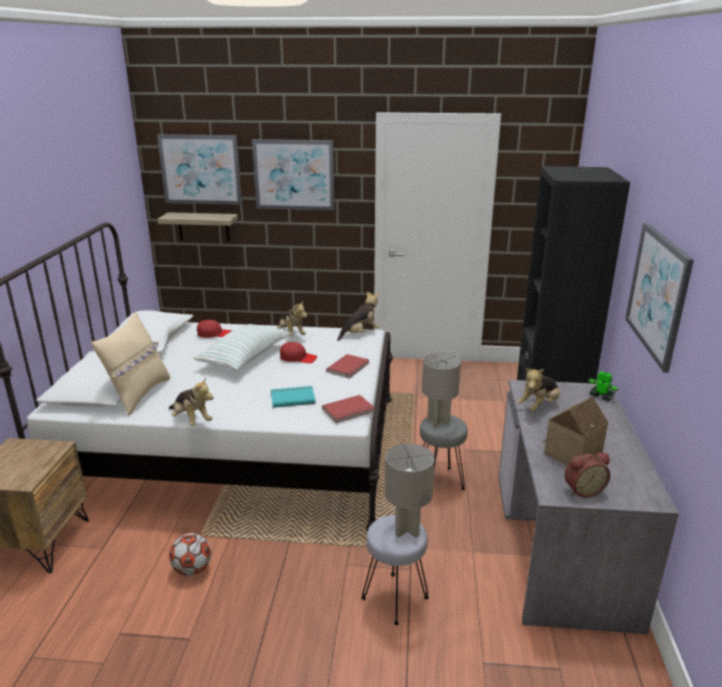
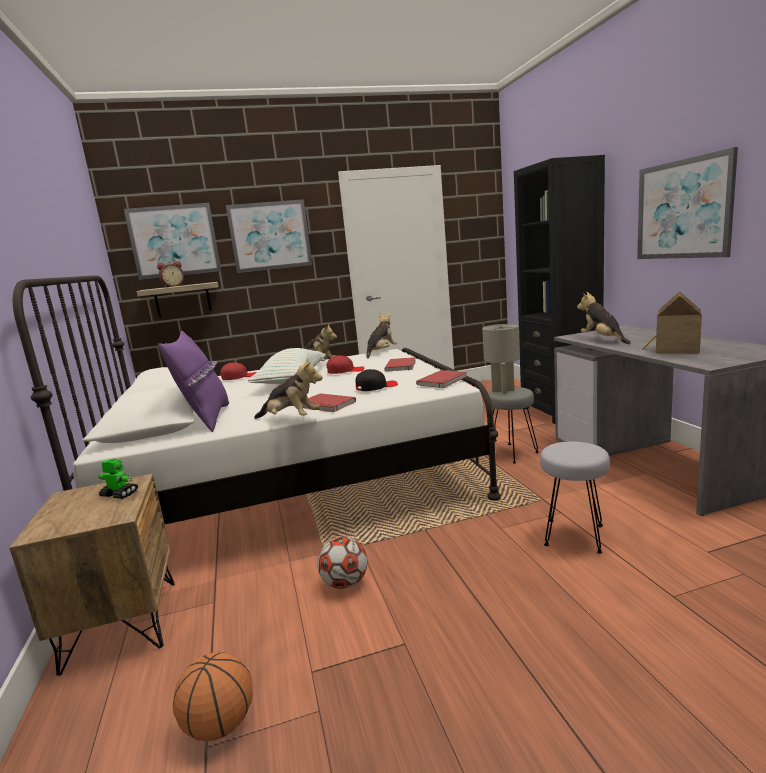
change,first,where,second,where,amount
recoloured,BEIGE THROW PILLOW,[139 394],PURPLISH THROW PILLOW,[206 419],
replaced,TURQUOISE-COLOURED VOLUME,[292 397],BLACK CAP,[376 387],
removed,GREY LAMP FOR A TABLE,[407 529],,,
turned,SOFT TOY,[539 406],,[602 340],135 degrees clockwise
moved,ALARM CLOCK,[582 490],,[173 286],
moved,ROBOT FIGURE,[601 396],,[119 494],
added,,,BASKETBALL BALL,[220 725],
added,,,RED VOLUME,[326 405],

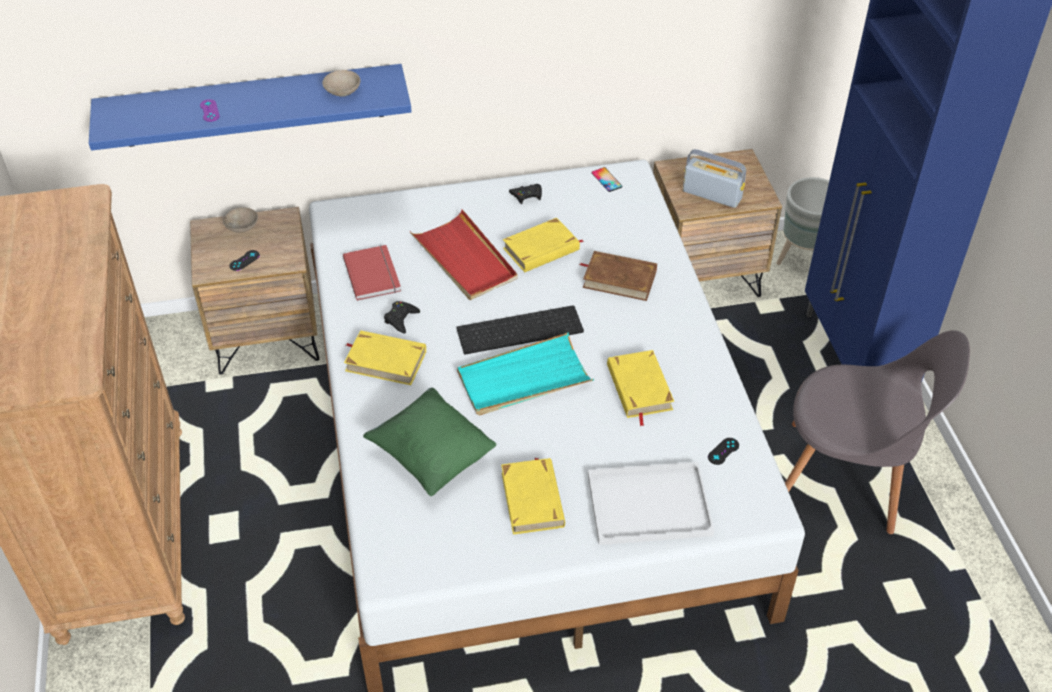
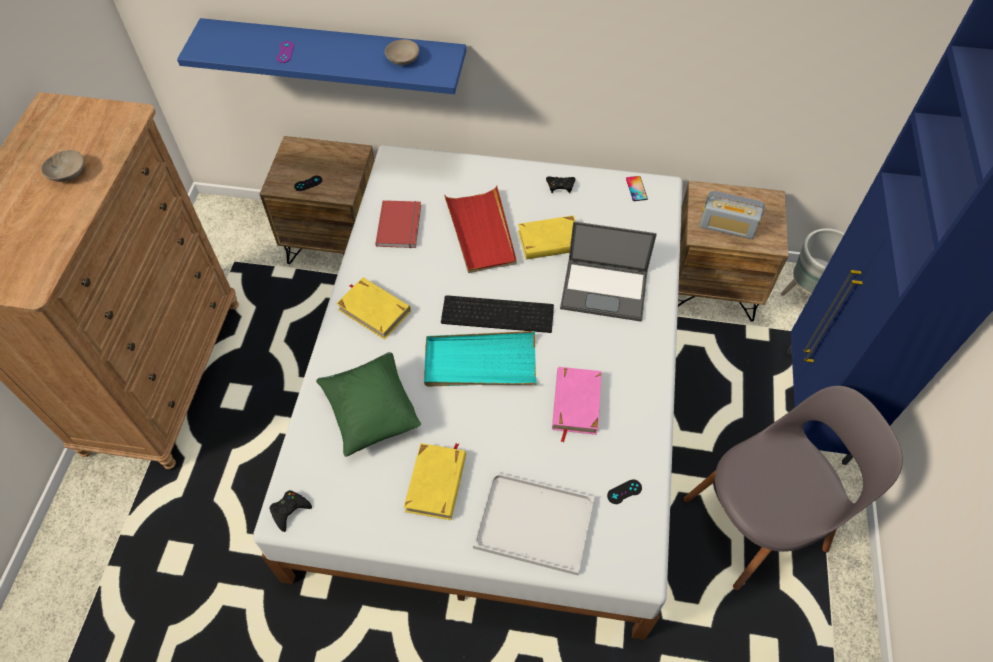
change,first,where,second,where,amount
moved,BEIGE SERVING BOWL,[242 227],,[68 174],
moved,BLACK GAME CONTROLLER,[401 319],,[289 510],
replaced,BROWN VOLUME,[619 279],PORTABLE COMPUTER,[605 289],
recoloured,YELLOW VOLUME,[639 388],PINKISH VOLUME,[575 403],
turned,RADIO RECEIVER,[712 195],,[727 227],150 degrees clockwise
turned,GREY CHAIR,[848 478],,[760 521],60 degrees counterclockwise

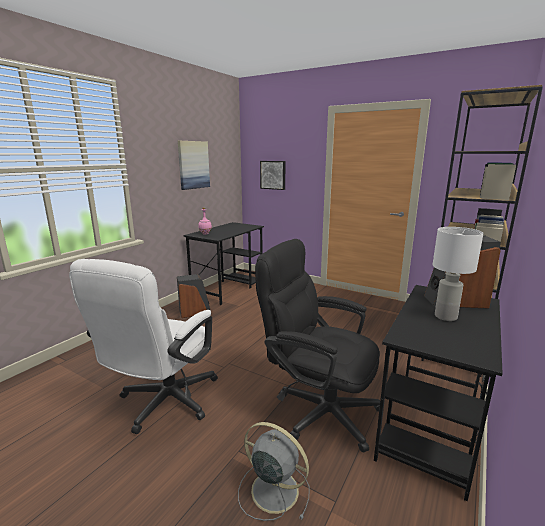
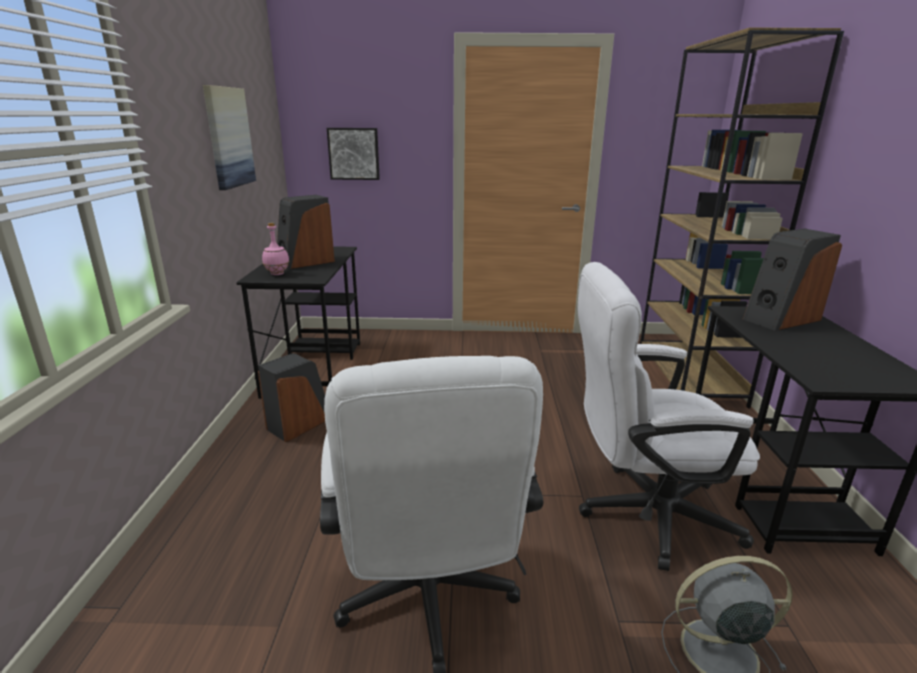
change,first,where,second,where,amount
recoloured,BLACK OFFICE CHAIR,[318 408],WHITISH OFFICE CHAIR,[643 513],
removed,WHITISH LAMP FOR A TABLE,[446 316],,,
added,,,AUDIO SPEAKER,[305 262],

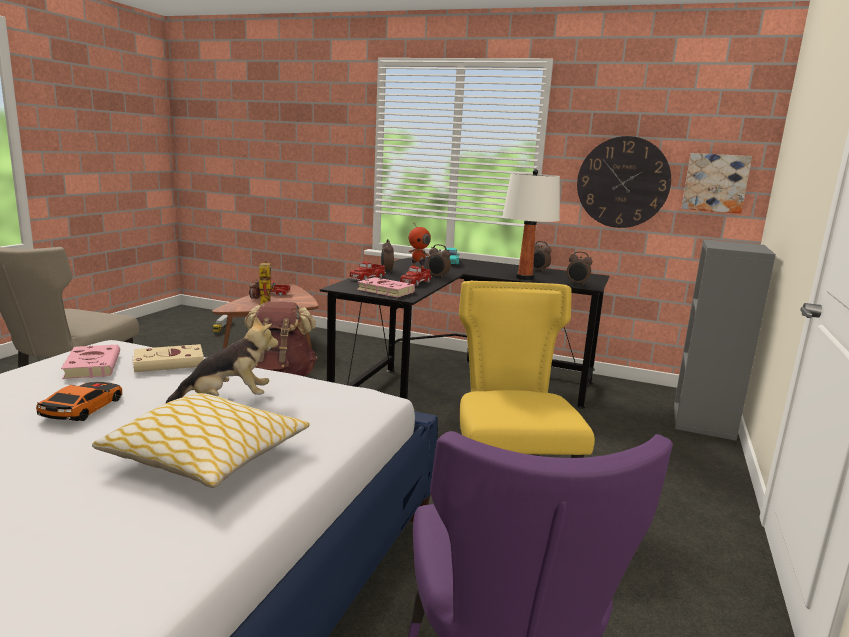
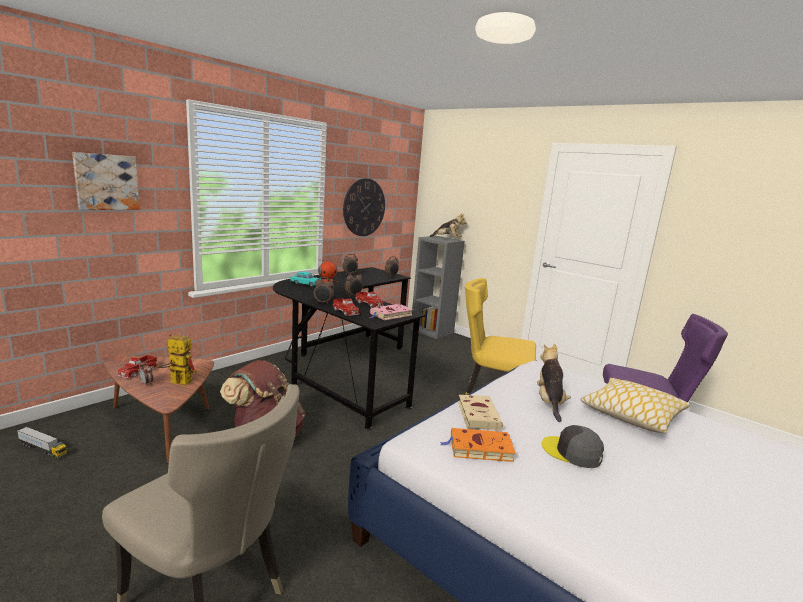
change,first,where,second,where,amount
replaced,MODEL CAR,[82 407],GREY CAP,[572 452],
recoloured,PINKISH VOLUME,[92 365],ORANGEY VOLUME,[478 448],
removed,WHITISH LAMP FOR A TABLE,[525 278],,,
moved,WALL PICTURE,[715 183],,[106 182],
added,,,SOFT TOY,[447 239],

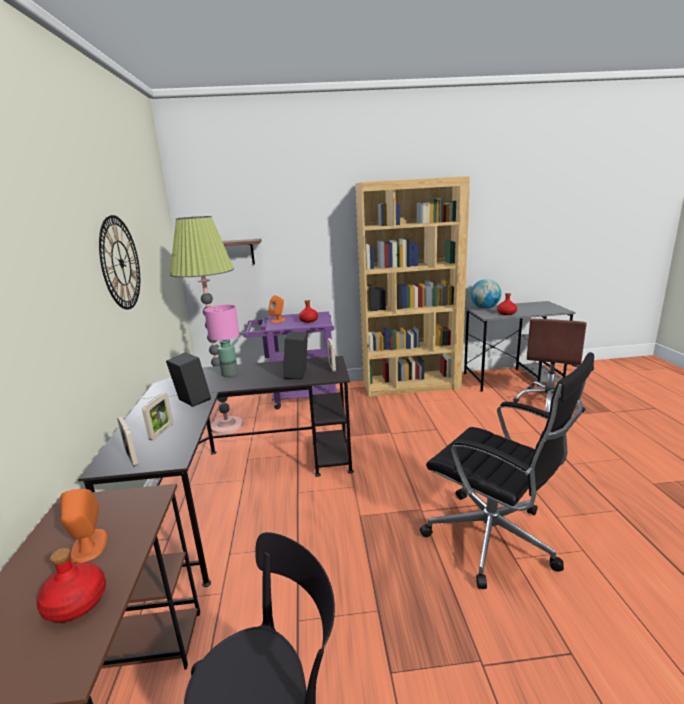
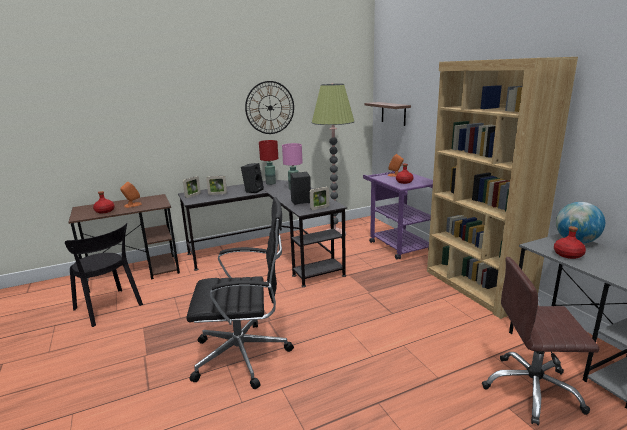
change,first,where,second,where,amount
turned,BLACK OFFICE CHAIR,[495 540],,[244 355],120 degrees counterclockwise
added,,,RED LAMP FOR A TABLE,[270 183],

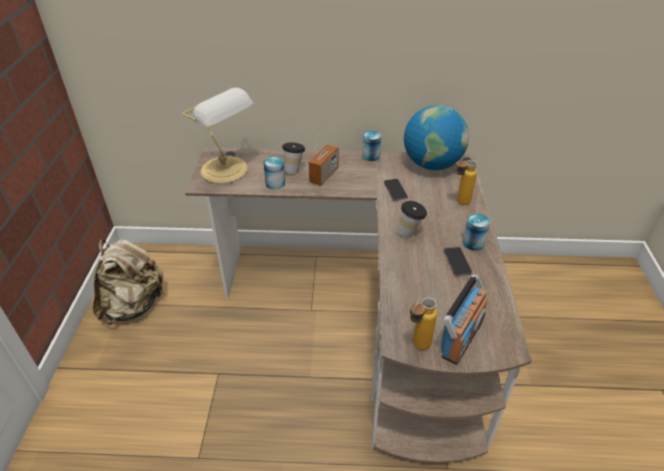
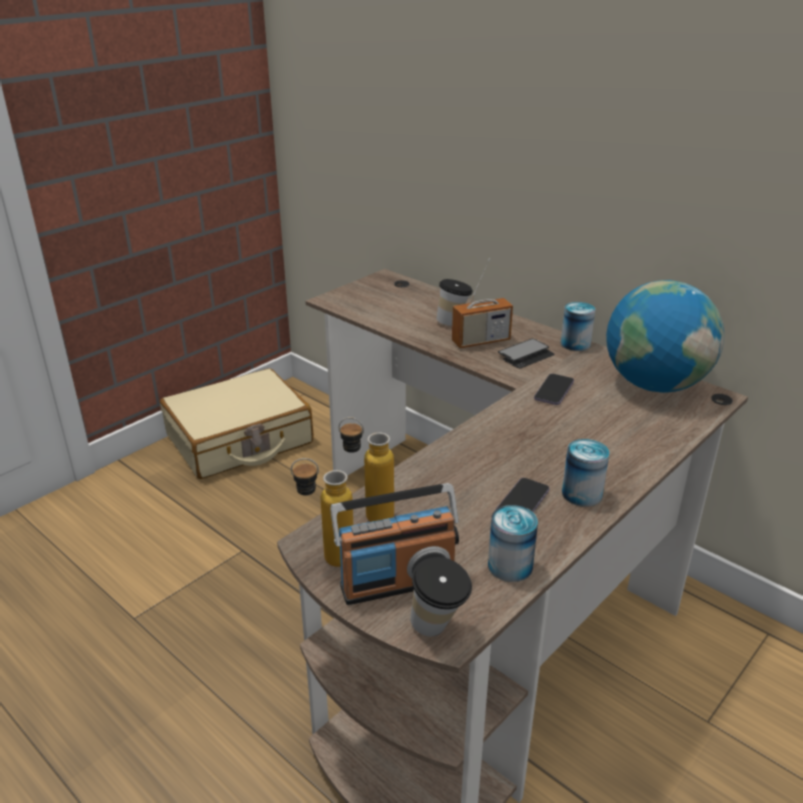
change,first,where,second,where,amount
replaced,BEIGE KNAPSACK,[134 305],BEIGE PIECE OF LUGGAGE,[239 440],
removed,LAMP FOR A TABLE,[226 170],,,
moved,SEALED CAN,[275 183],,[510 566],
moved,SMALL CUP,[410 232],,[438 629],
moved,BEVERAGE BOTTLE,[459 203],,[368 515],
added,,,HANDSET,[526 355],

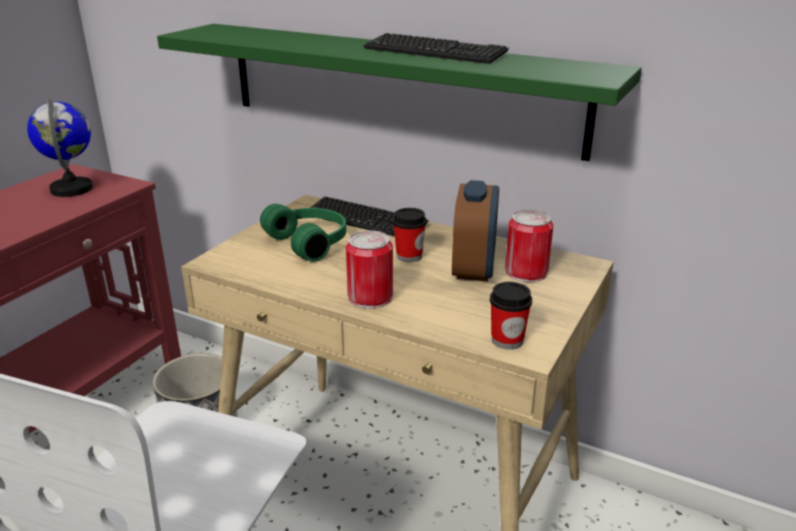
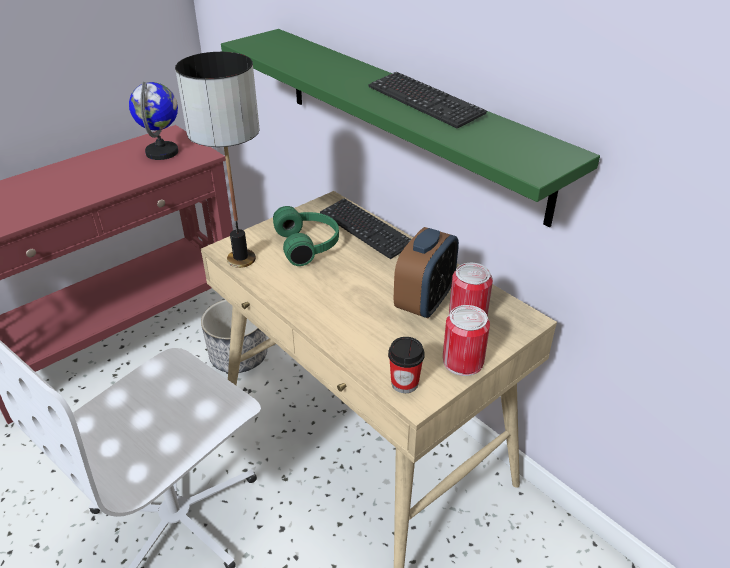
change,first,where,second,where,amount
moved,SEALED CAN,[370 297],,[463 361],
removed,SMALL CUP,[409 256],,,
added,,,LAMP FOR A TABLE,[242 259],

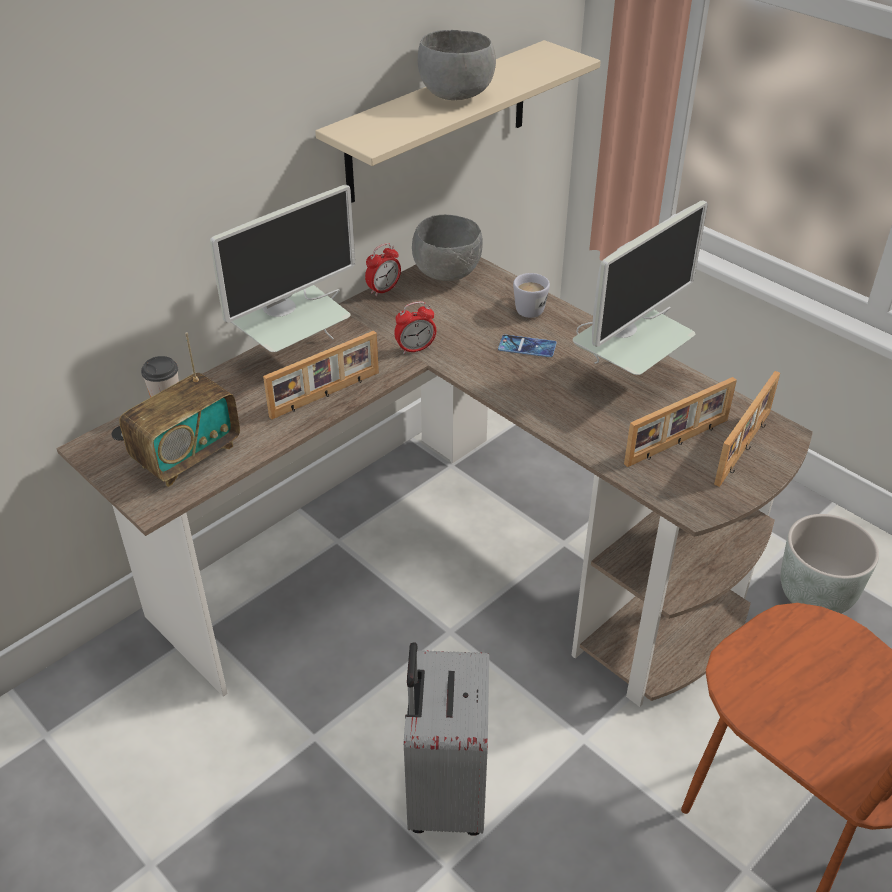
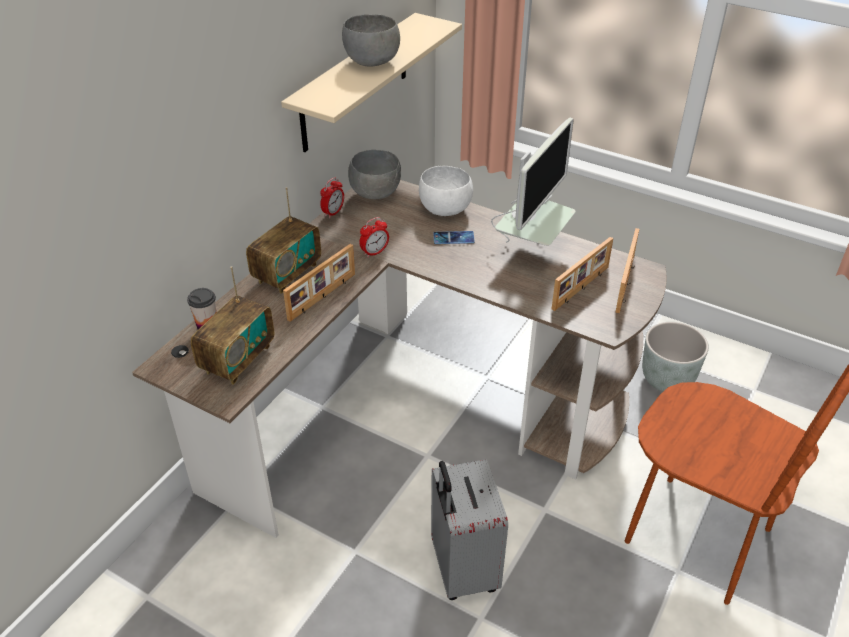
change,first,where,second,where,amount
replaced,COMPUTER DISPLAY,[294 357],RADIO RECEIVER,[287 273],
replaced,WHITISH TEA MUG,[529 307],WHITISH SERVING BOWL,[444 209],

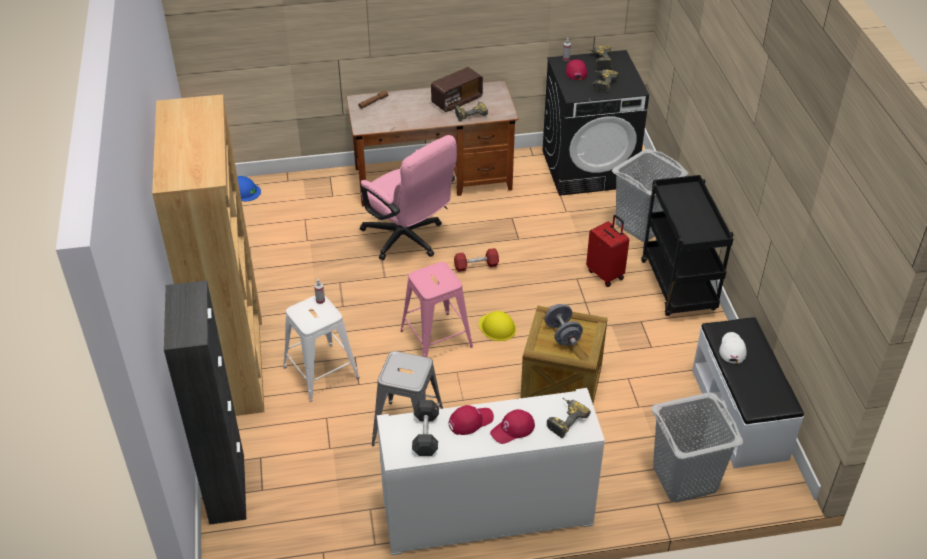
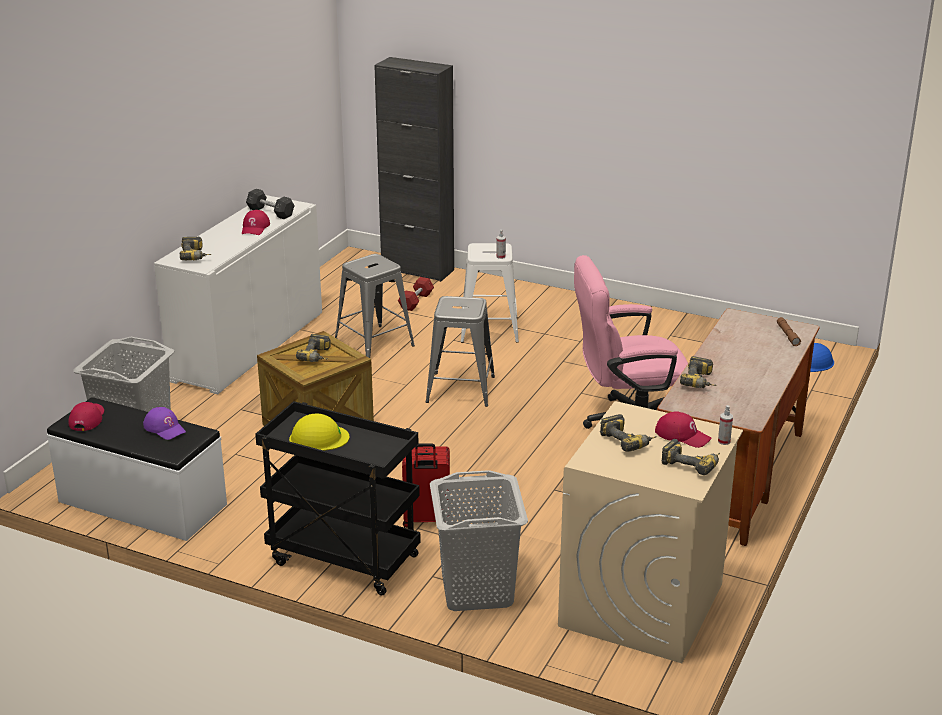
change,first,where,second,where,amount
removed,BROWN BOOKSHELF,[235 365],,,
recoloured,PINKISH STOOL SEAT,[436 338],GREY STOOL SEAT,[460 389],
removed,RADIO RECEIVER,[457 101],,,
moved,RED FREE WEIGHT,[476 266],,[416 301],
moved,YELLOW WORK HELMET,[497 327],,[318 438],
moved,RED CAP,[512 429],,[87 419],
recoloured,BLACK LAUNDRY MACHINE,[589 168],BEIGE LAUNDRY MACHINE,[641 606],
replaced,GREY FREE WEIGHT,[562 334],POWER DRILL,[318 357],
recoloured,WHITISH CAP,[732 349],PURPLISH CAP,[165 428],

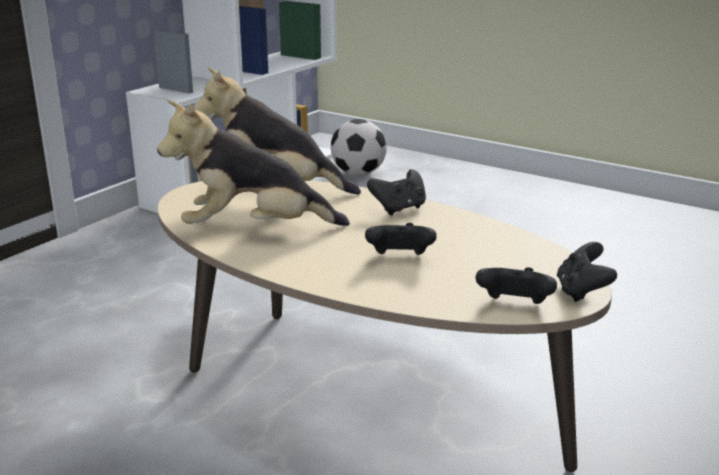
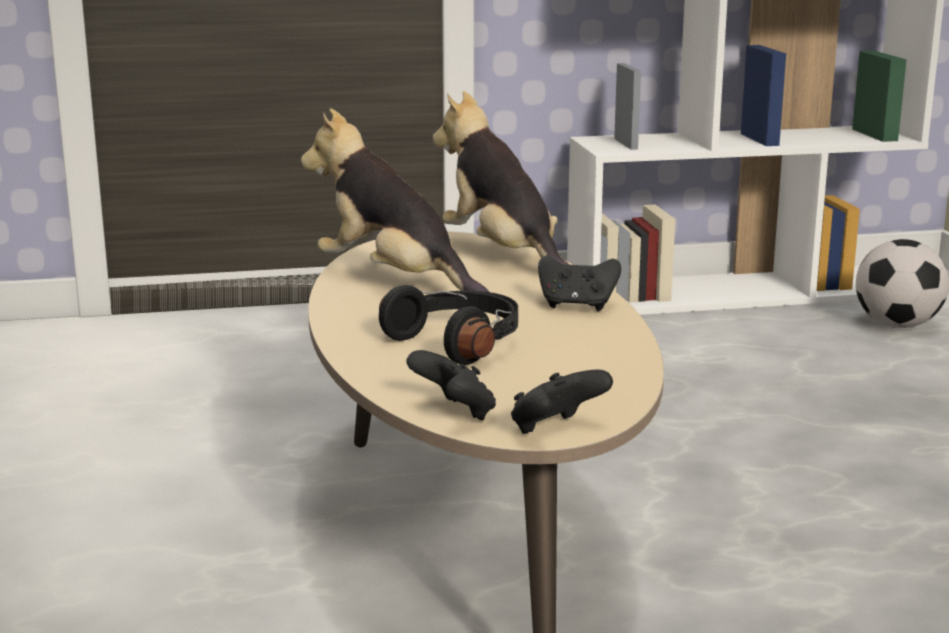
change,first,where,second,where,amount
replaced,BLACK GAME CONTROLLER,[400 258],BLACK HEADPHONES,[459 342],

